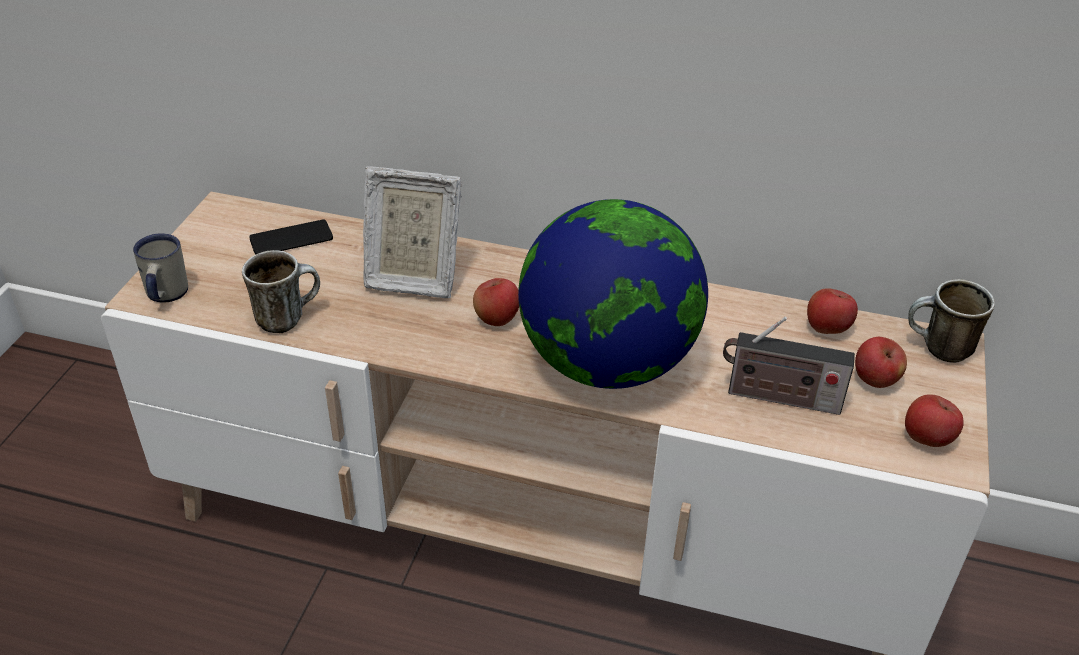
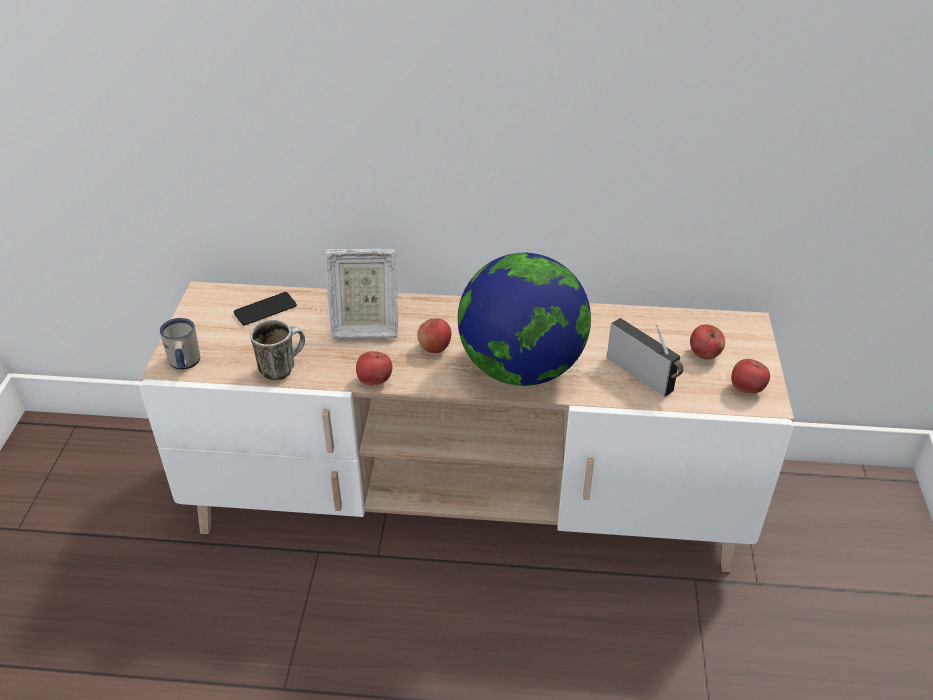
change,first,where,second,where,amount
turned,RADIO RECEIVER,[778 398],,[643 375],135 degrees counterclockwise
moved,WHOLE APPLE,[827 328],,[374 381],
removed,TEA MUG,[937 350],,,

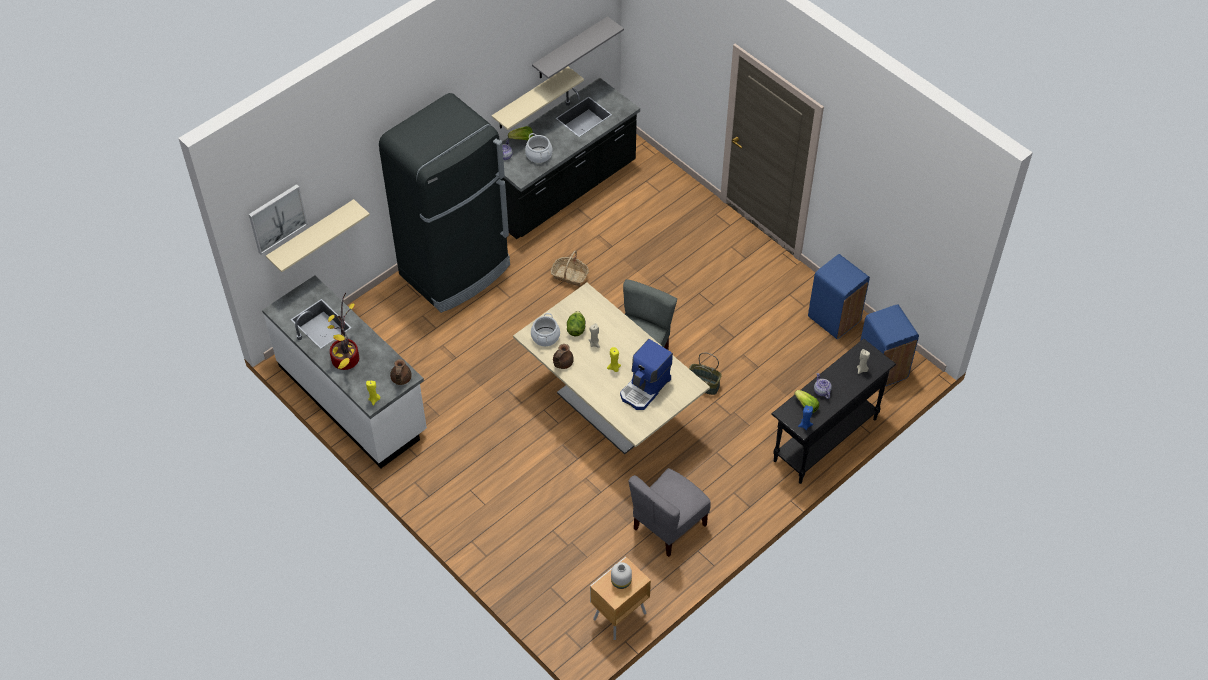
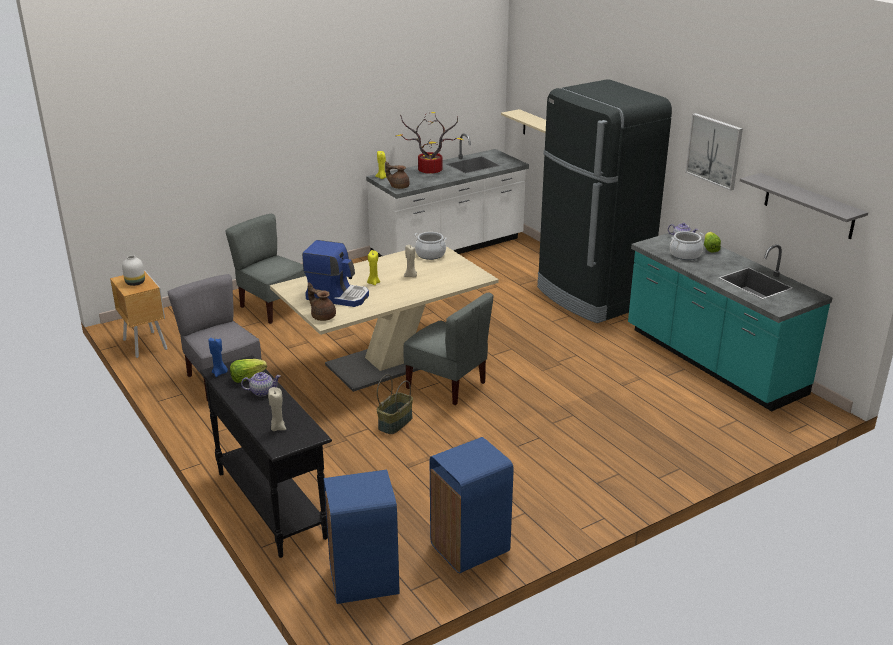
change,first,where,second,where,amount
moved,WALL PICTURE,[277 218],,[714 151],
removed,BEIGE SHELF,[530 99],,,
recoloured,BLACK KITCHEN COUNTER,[563 190],TURQUOISE-COLOURED KITCHEN COUNTER,[712 362],
removed,STORAGE BASKET,[569 275],,,
moved,BROWN POT FOR TEA,[562 363],,[323 316],
removed,HEAD OF LETTUCE,[576 329],,,
turned,COFFEE MAKER,[645 388],,[338 296],150 degrees clockwise
added,,,GREY CHAIR,[273 307],

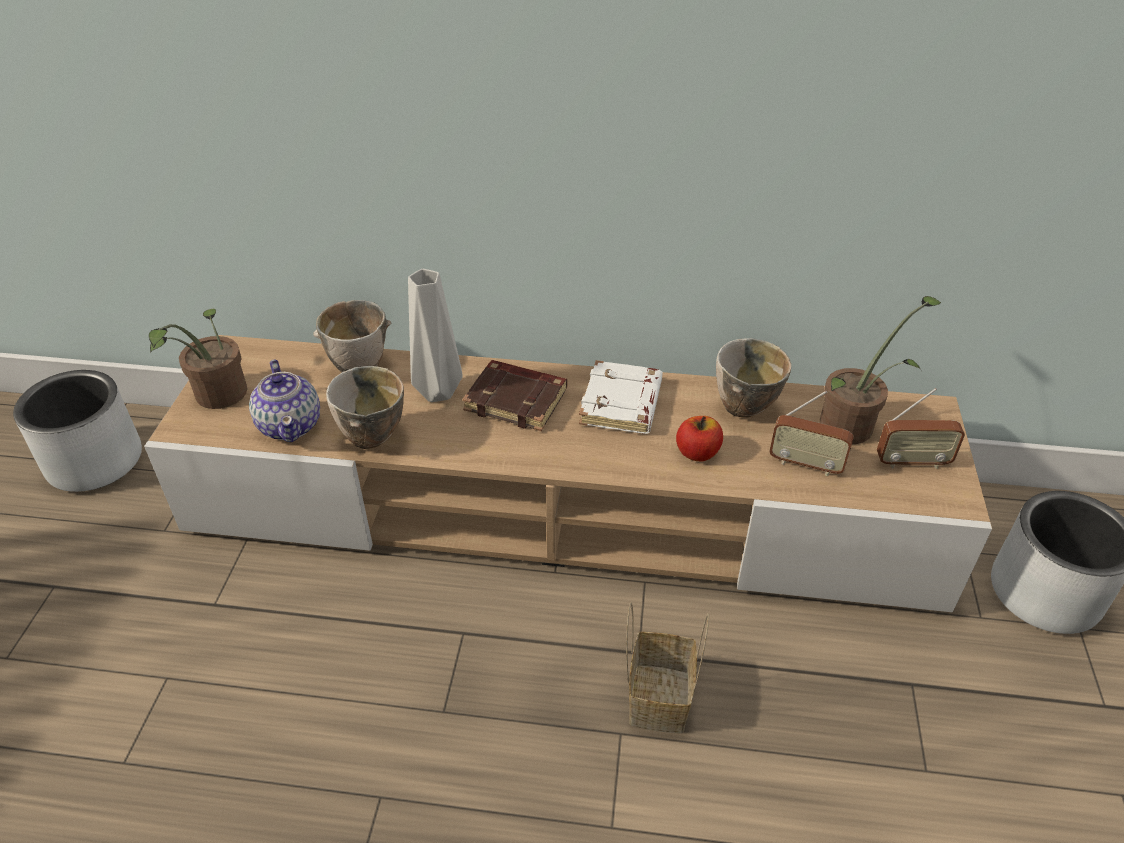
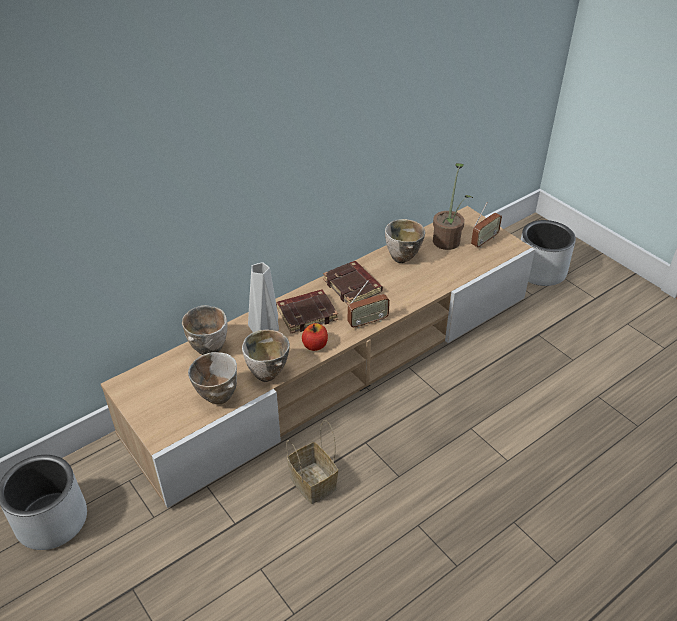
change,first,where,second,where,amount
removed,POTTED PLANT,[216 397],,,
replaced,POT FOR TEA,[290 424],SERVING BOWL,[217 395],
recoloured,WHITISH VOLUME,[622 404],BROWN VOLUME,[353 286],
moved,STORAGE BASKET,[658 695],,[311 482],
moved,WHOLE APPLE,[697 452],,[315 345],
moved,RADIO RECEIVER,[805 464],,[367 322],

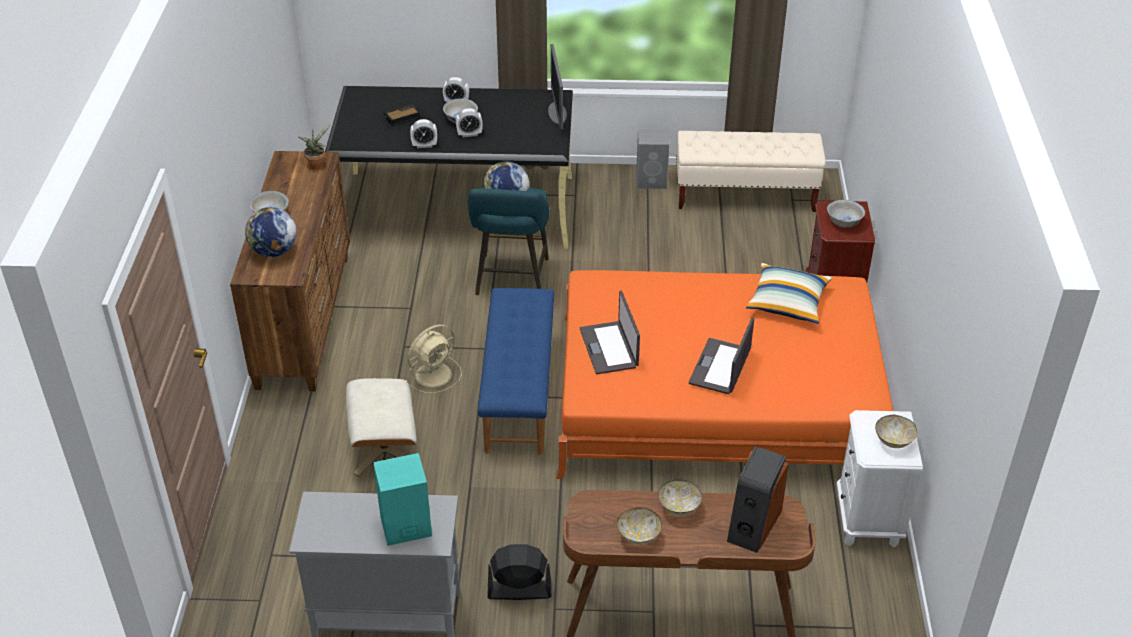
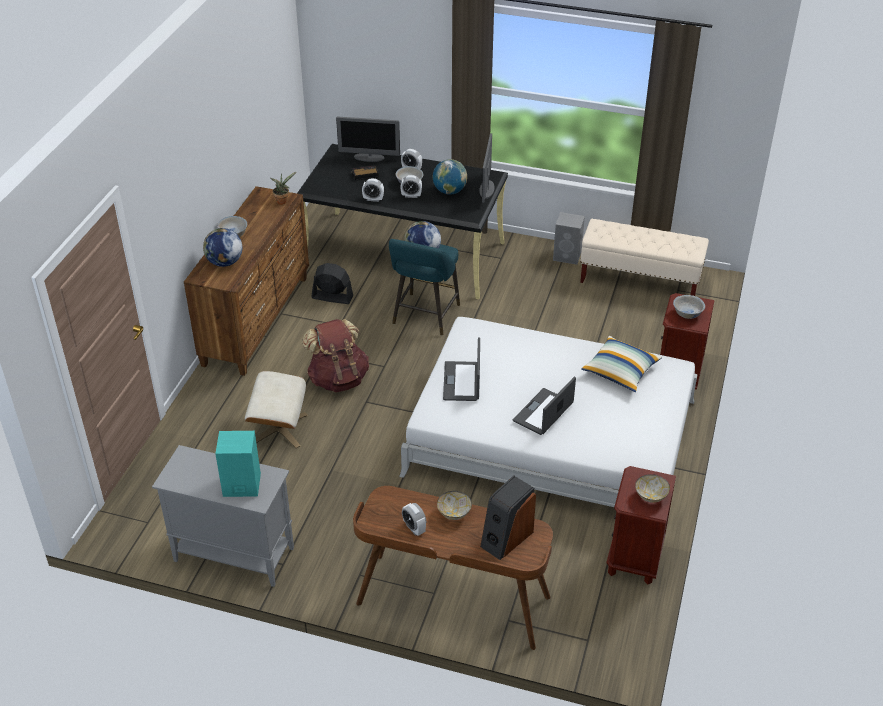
change,first,where,second,where,amount
replaced,BEIGE FAN,[435 374],BROWN KNAPSACK,[338 379],
removed,BLUISH LONG SEAT,[520 392],,,
moved,BLACK FAN,[519 590],,[332 297],
recoloured,ORANGEY SLEEPING BED,[717 397],WHITISH SLEEPING BED,[551 437],
replaced,SERVING BOWL,[639 536],ALARM CLOCK,[414 528],
recoloured,WHITISH NIGHTSTAND,[868 519],BROWN NIGHTSTAND,[634 558],
added,,,COMPUTER DISPLAY,[369 157],
added,,,DESK GLOBE,[449 191],

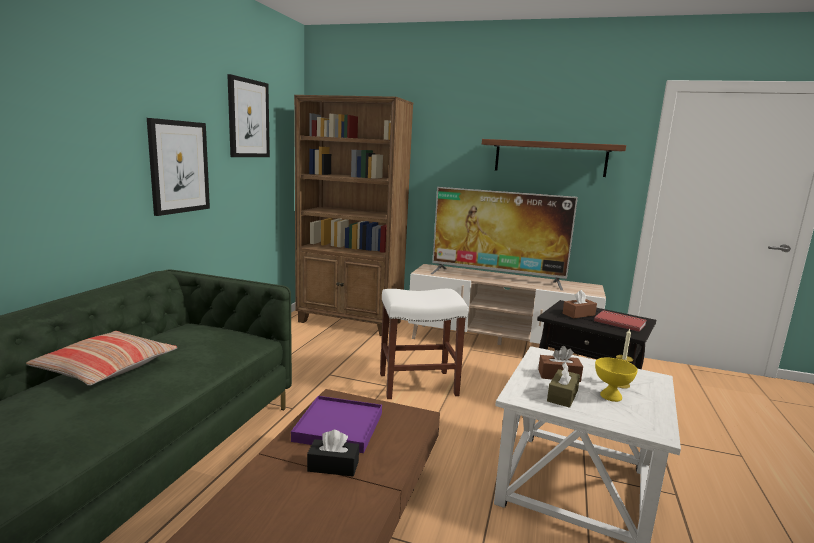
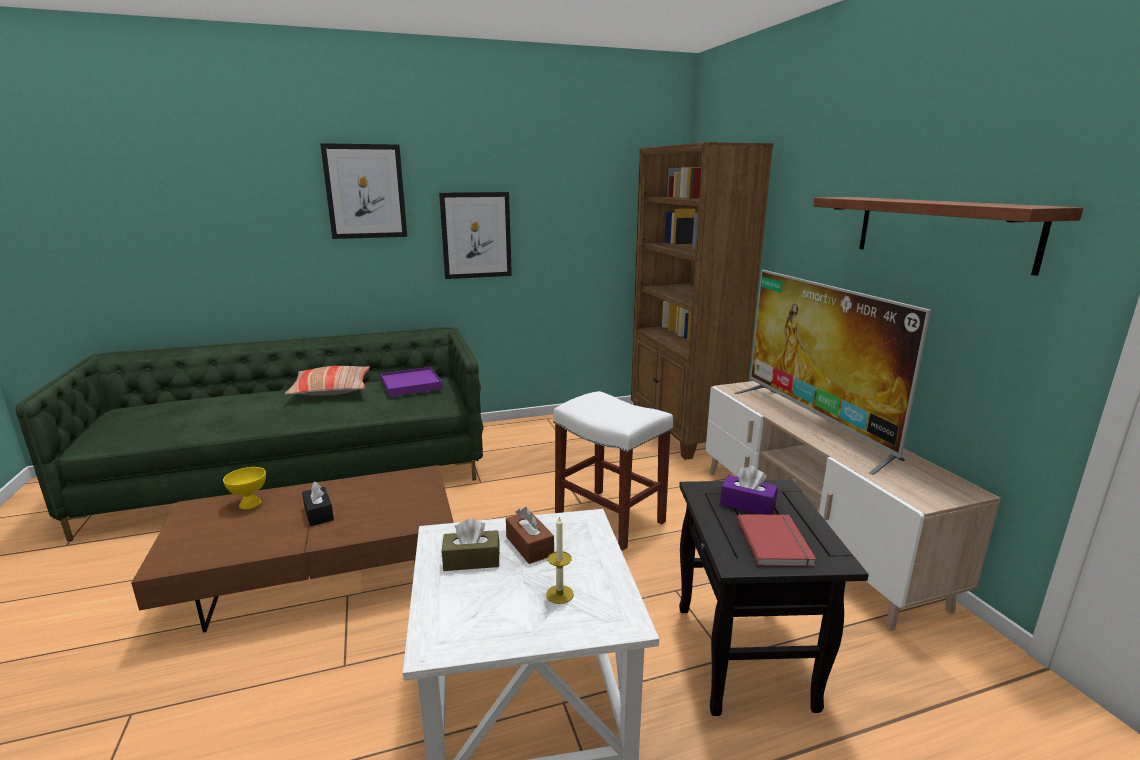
change,first,where,second,where,amount
moved,WALL PICTURE,[248 118],,[365 191],
moved,PURPLISH TRAY,[338 427],,[411 384],
recoloured,BROWN TISSUE HOLDER,[578 314],PURPLISH TISSUE HOLDER,[747 504],
moved,YELLOW SERVING BOWL,[611 396],,[250 504],

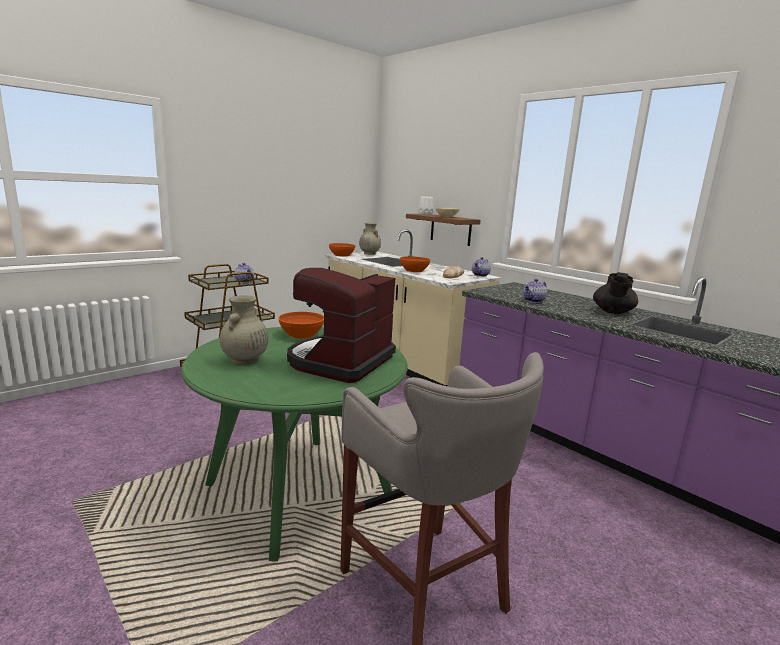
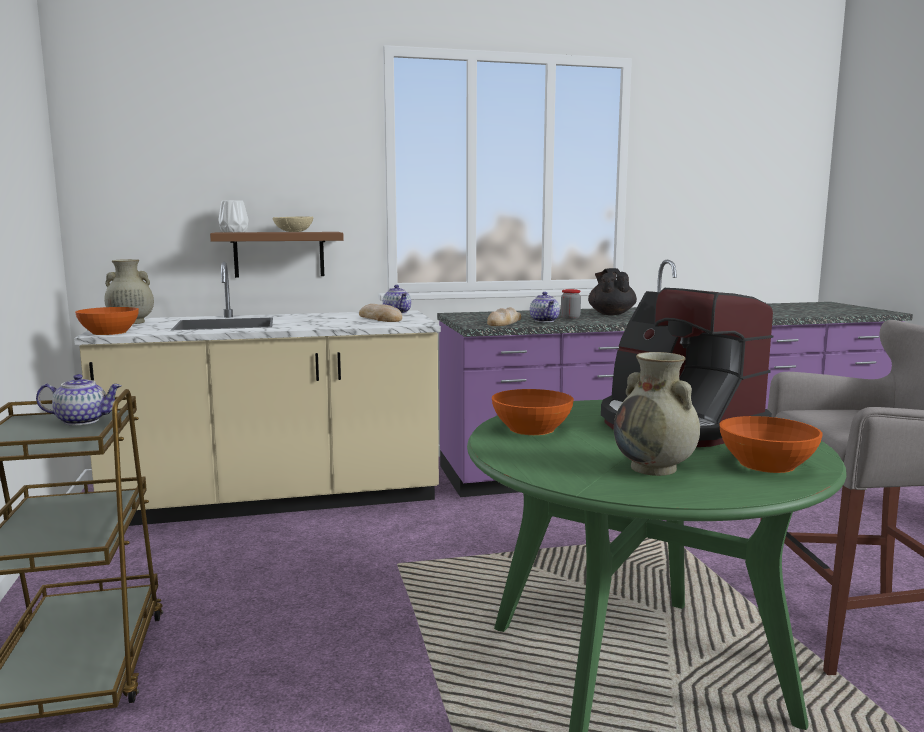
change,first,where,second,where,amount
moved,ORANGEY SERVING BOWL,[414 270],,[767 464],
turned,BLACK POT FOR TEA,[612 312],,[611 314],150 degrees counterclockwise
added,,,BREAD,[504 322],
added,,,JAR,[570 318],

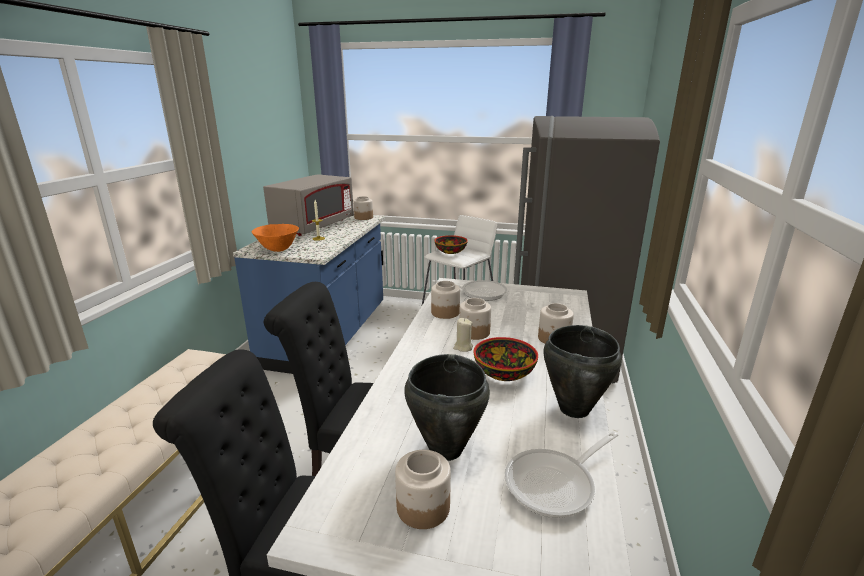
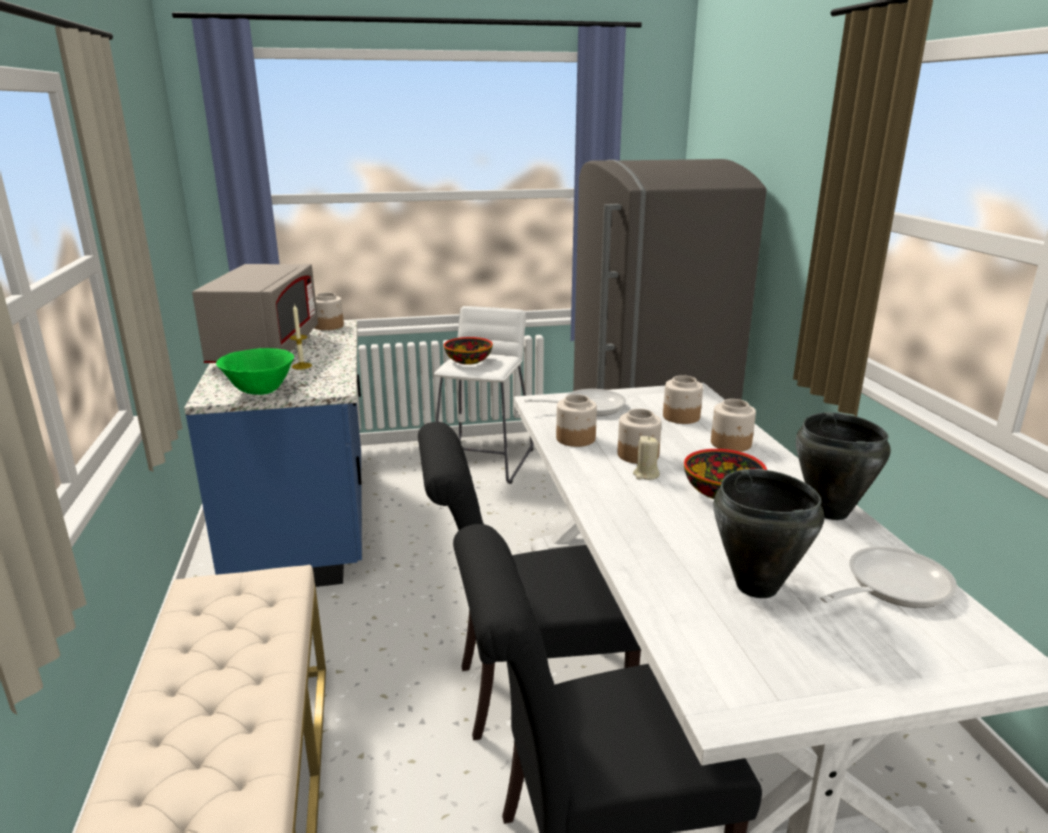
change,first,where,second,where,amount
recoloured,ORANGEY SERVING BOWL,[278 250],GREENISH SERVING BOWL,[260 392],
moved,JAR,[422 507],,[681 417],
turned,FRYING PAN,[555 484],,[891 586],150 degrees counterclockwise

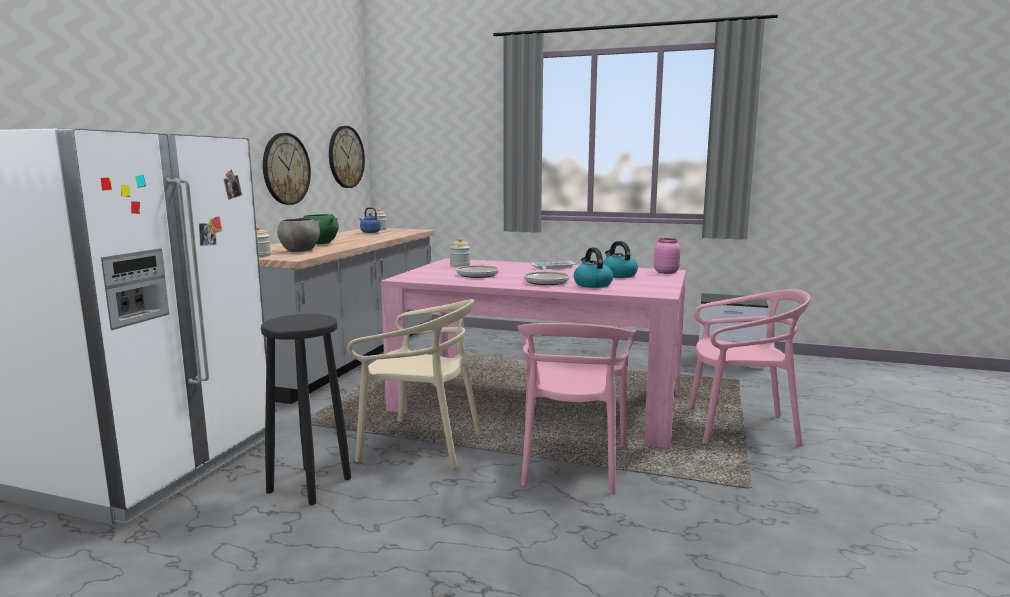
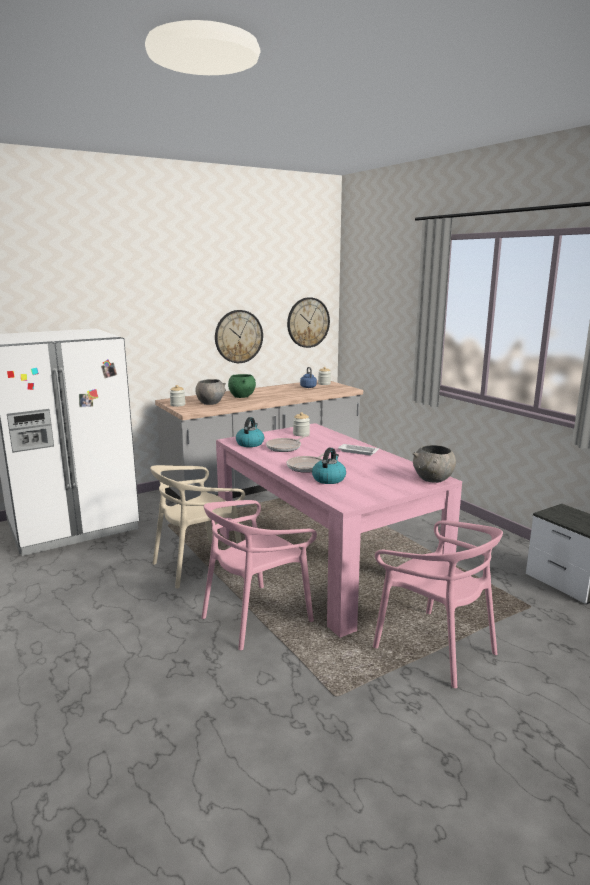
change,first,where,second,where,amount
removed,BLACK STOOL SEAT,[310 484],,,
turned,BEIGE CHAIR,[420 445],,[198 565],90 degrees clockwise
moved,KETTLE,[618 275],,[250 443],
replaced,PINKISH JAR,[666 272],GREY SERVING BOWL,[433 480],

